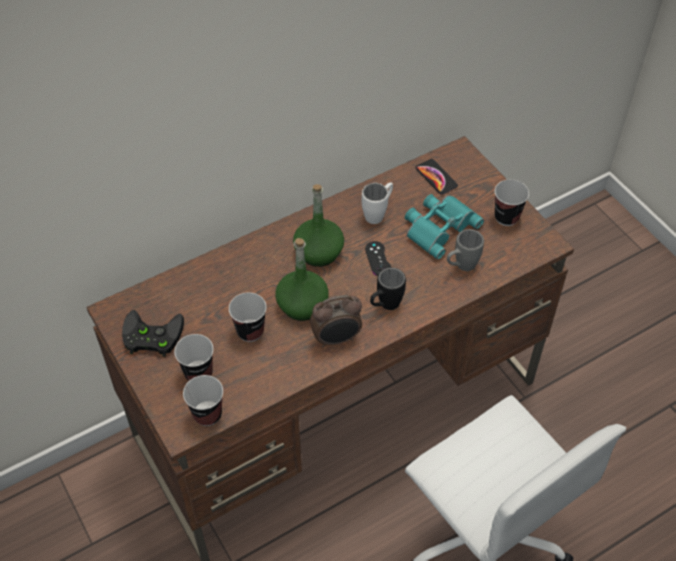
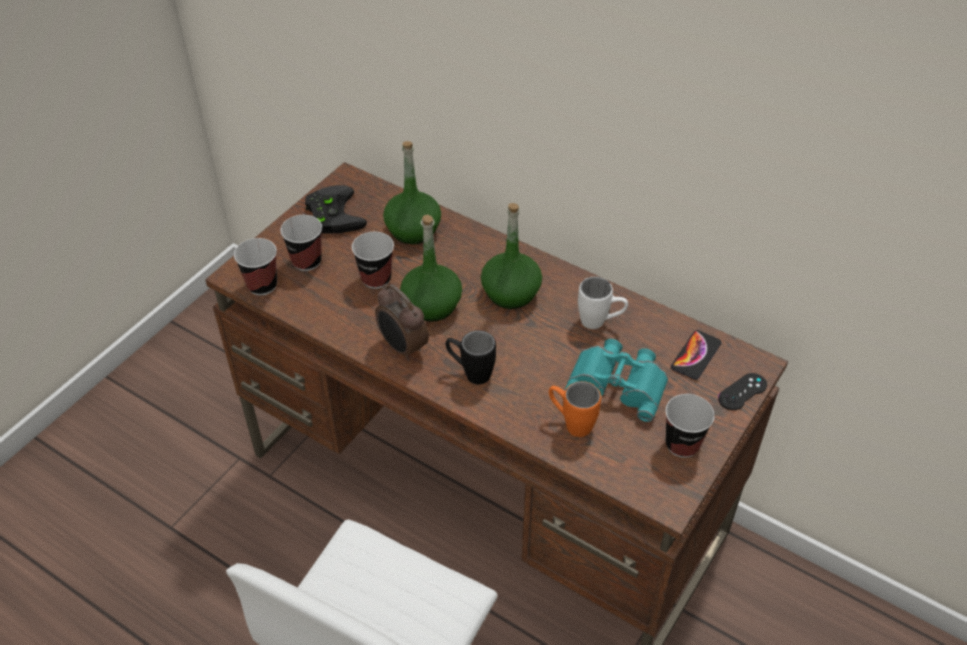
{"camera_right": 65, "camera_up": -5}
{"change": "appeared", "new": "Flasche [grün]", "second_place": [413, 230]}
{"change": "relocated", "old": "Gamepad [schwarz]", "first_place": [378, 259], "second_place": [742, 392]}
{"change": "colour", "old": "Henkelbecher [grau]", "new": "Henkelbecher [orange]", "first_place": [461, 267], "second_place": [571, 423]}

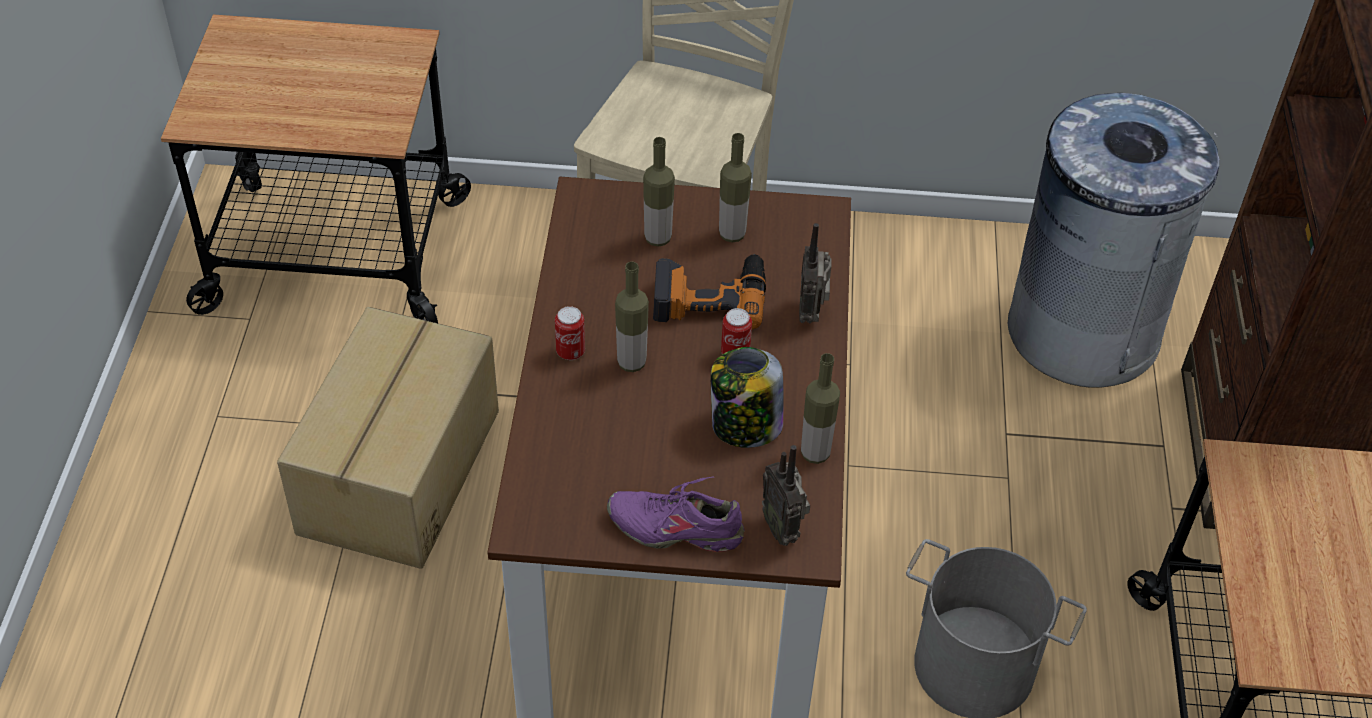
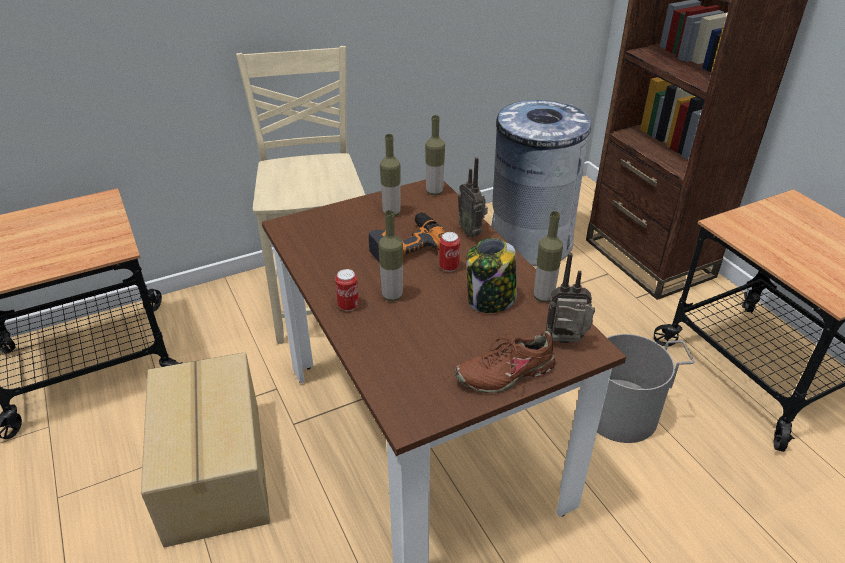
{"camera_right": -30, "camera_up": -10}
{"change": "relocated", "old": "Flasche", "first_place": [658, 238], "second_place": [434, 192]}
{"change": "colour", "old": "Schuh [lila]", "new": "Schuh [braun]", "first_place": [676, 527], "second_place": [505, 373]}
{"change": "spun", "old": "Radio", "first_place": [783, 528], "second_place": [566, 343], "degrees": 150}

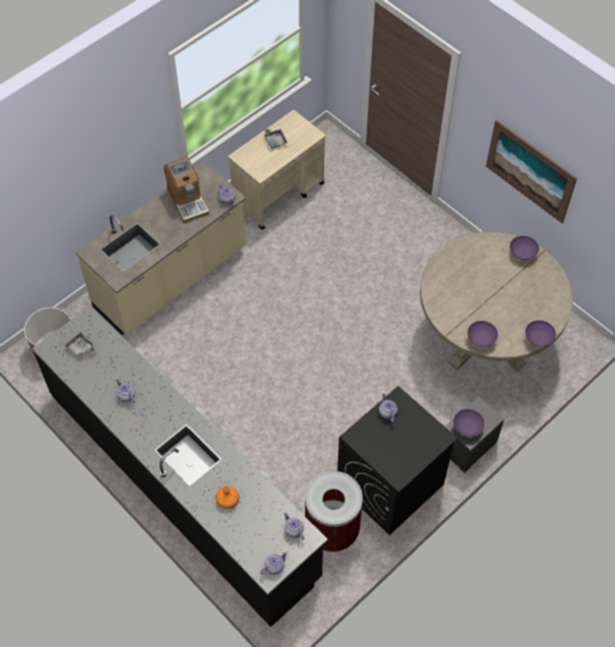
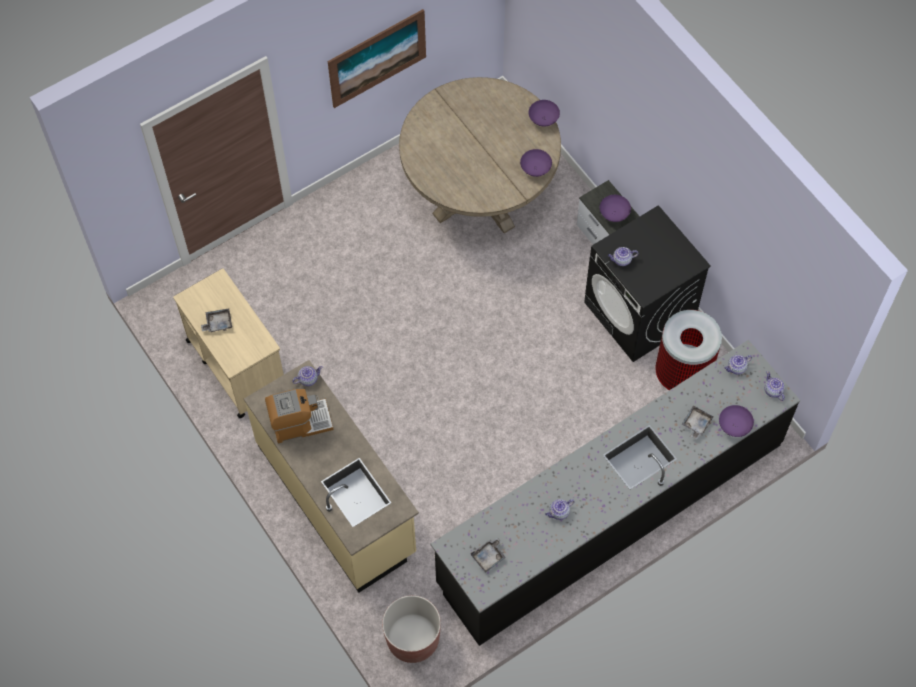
{"camera_right": -80, "camera_up": 5}
{"change": "relocated", "old": "Schüssel [lila]", "first_place": [522, 254], "second_place": [734, 426]}
{"change": "exchanged", "old": "Flasche [orange]", "new": "Tablett [grau]", "first_place": [227, 499], "second_place": [696, 424]}

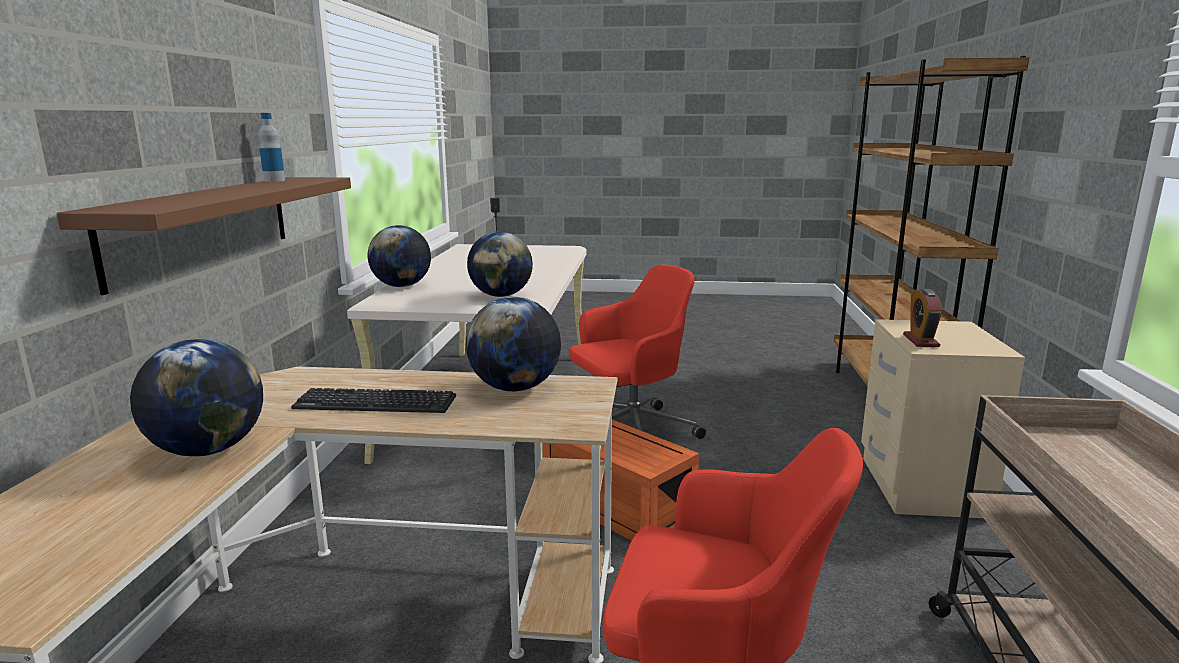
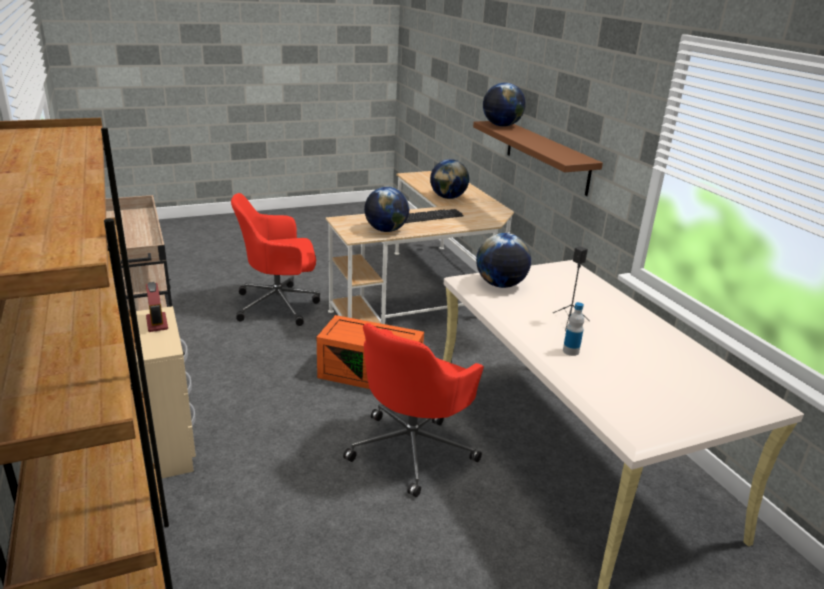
{"camera_right": 150, "camera_up": 10}
{"change": "relocated", "old": "Flasche", "first_place": [274, 180], "second_place": [570, 351]}
{"change": "relocated", "old": "Globus", "first_place": [402, 286], "second_place": [501, 126]}

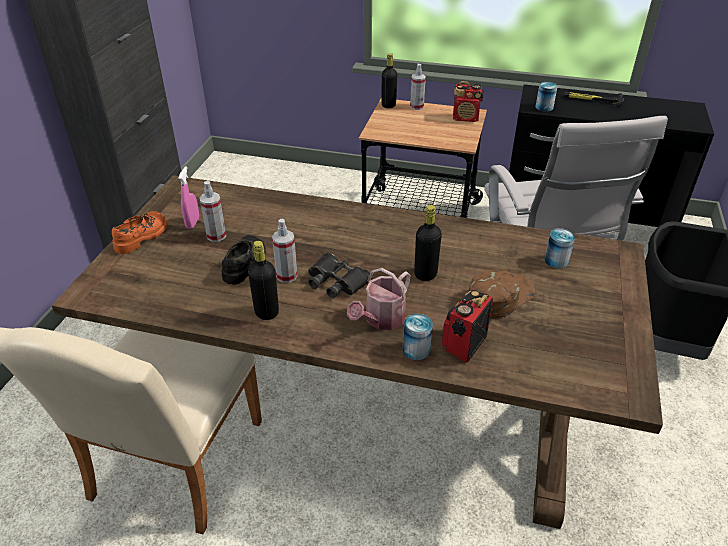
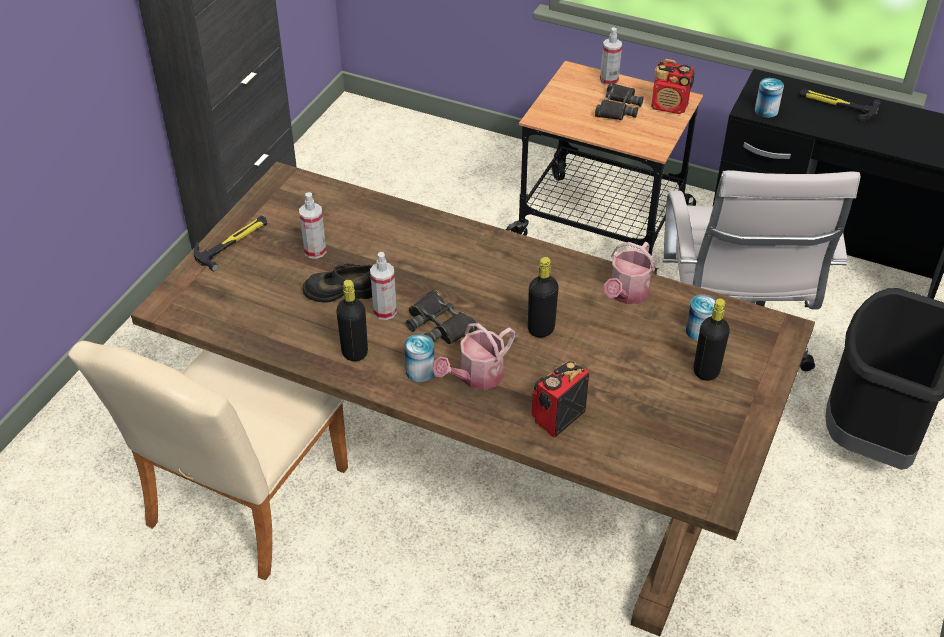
{"camera_right": 10, "camera_up": 5}
{"change": "missing", "old": "Sprühflasche [rosa]", "first_place": [192, 223]}
{"change": "missing", "old": "Kappe [braun]", "first_place": [499, 297]}
{"change": "appeared", "new": "Fernglas [schwarz]", "second_place": [618, 107]}
{"change": "appeared", "new": "Gießkanne", "second_place": [626, 294]}
{"change": "relocated", "old": "Flasche [schwarz]", "first_place": [388, 105], "second_place": [706, 371]}
{"change": "relocated", "old": "Dose", "first_place": [416, 350], "second_place": [420, 371]}
{"change": "exchanged", "old": "Schuh [orange]", "new": "Hammer", "first_place": [142, 237], "second_place": [232, 242]}
{"change": "spun", "old": "Schuh [schwarz]", "first_place": [244, 264], "second_place": [341, 290], "degrees": -120}

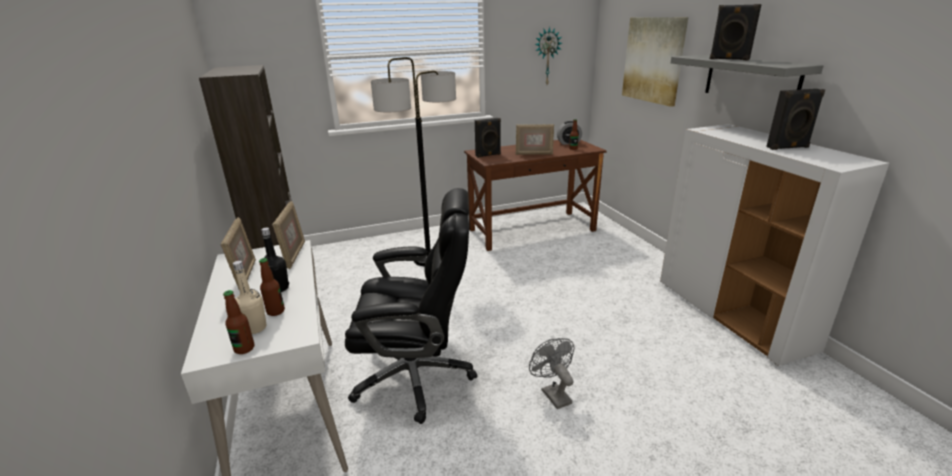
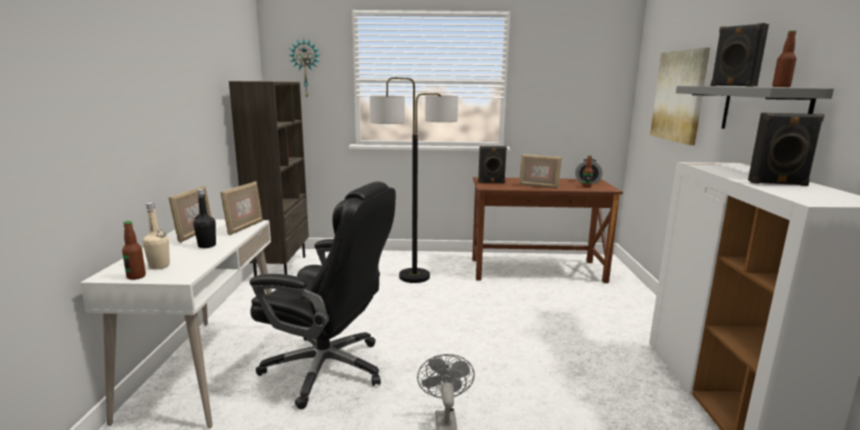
{"camera_right": 20, "camera_up": -10}
{"change": "relocated", "old": "Flasche", "first_place": [276, 311], "second_place": [781, 87]}
{"change": "relocated", "old": "Wanduhr", "first_place": [547, 57], "second_place": [305, 68]}

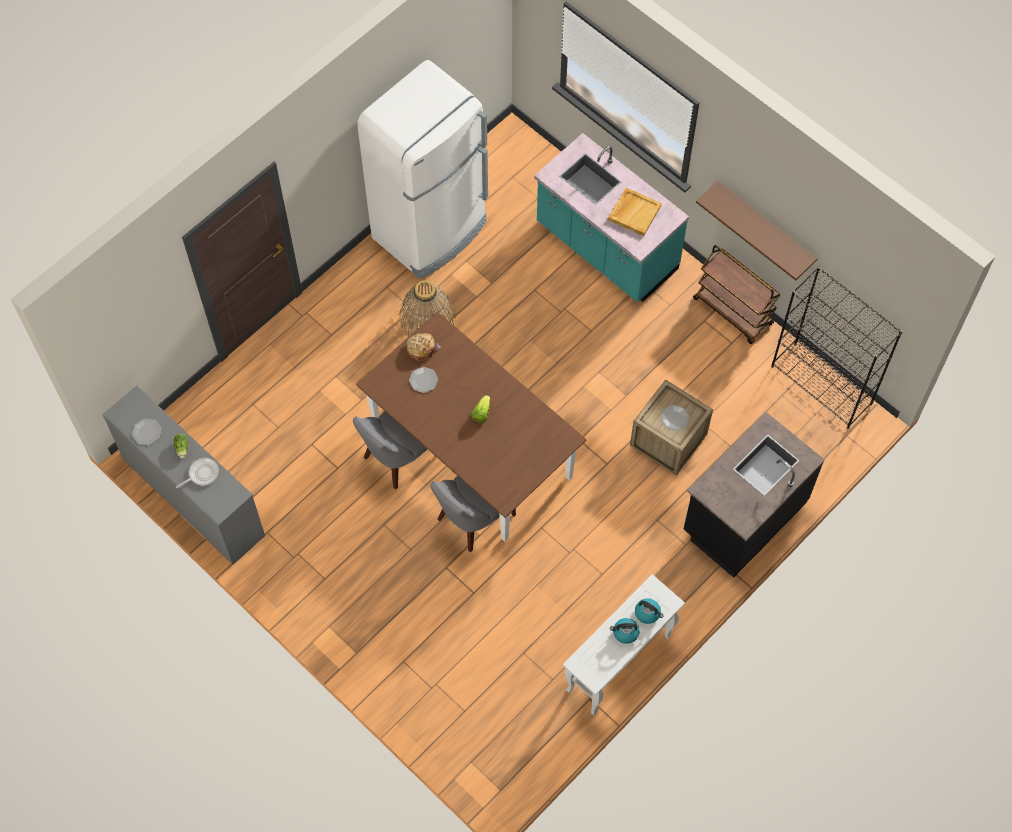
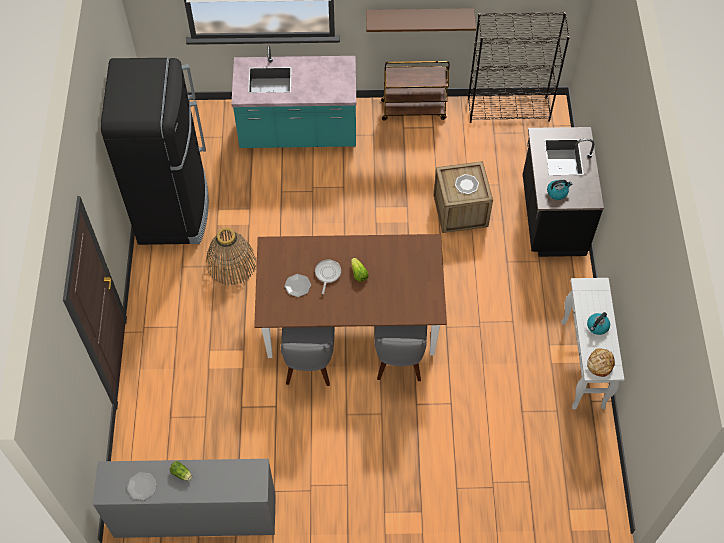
{"camera_right": -45, "camera_up": -5}
{"change": "missing", "old": "Tablett [beige]", "first_place": [634, 212]}
{"change": "relocated", "old": "Pfanne", "first_place": [202, 474], "second_place": [327, 274]}
{"change": "relocated", "old": "Brot", "first_place": [421, 348], "second_place": [600, 364]}
{"change": "relocated", "old": "Wasserkessel", "first_place": [648, 613], "second_place": [557, 192]}
{"change": "colour", "old": "Kühlschrank [weiß]", "new": "Kühlschrank [schwarz]", "first_place": [431, 230], "second_place": [173, 209]}

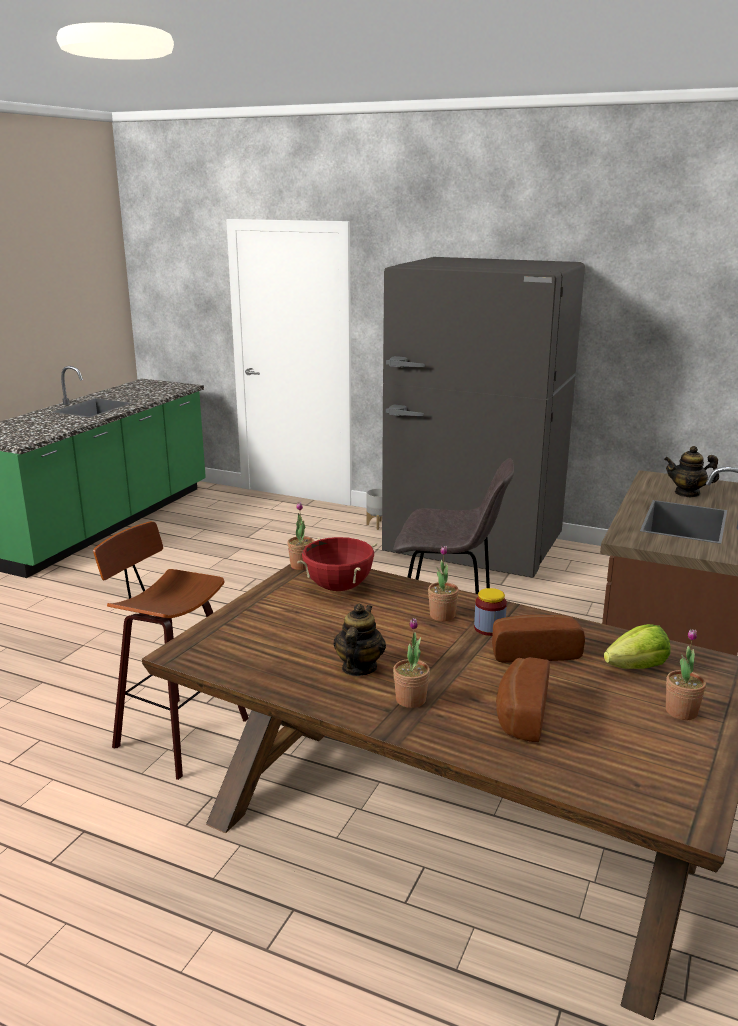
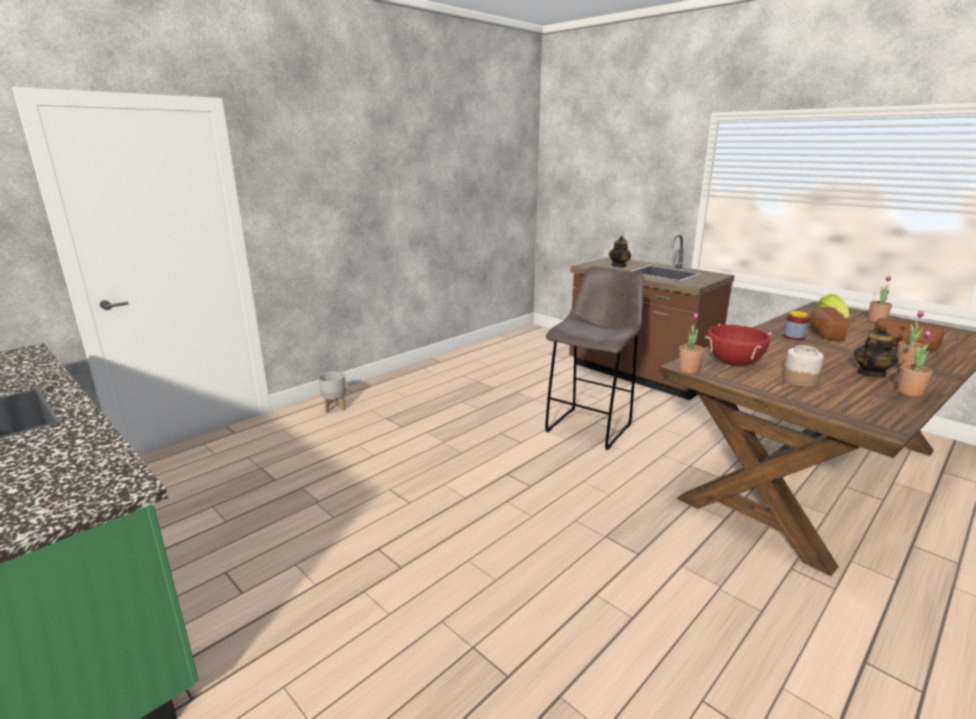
{"camera_right": -70, "camera_up": 0}
{"change": "missing", "old": "Hocker", "first_place": [176, 733]}
{"change": "missing", "old": "Kühlschrank [grau]", "first_place": [473, 549]}
{"change": "appeared", "new": "Vorratsglas", "second_place": [799, 380]}
{"change": "relocated", "old": "Topfpflanze", "first_place": [442, 615], "second_place": [909, 392]}
{"change": "spun", "old": "Teekanne", "first_place": [358, 668], "second_place": [870, 373], "degrees": 105}

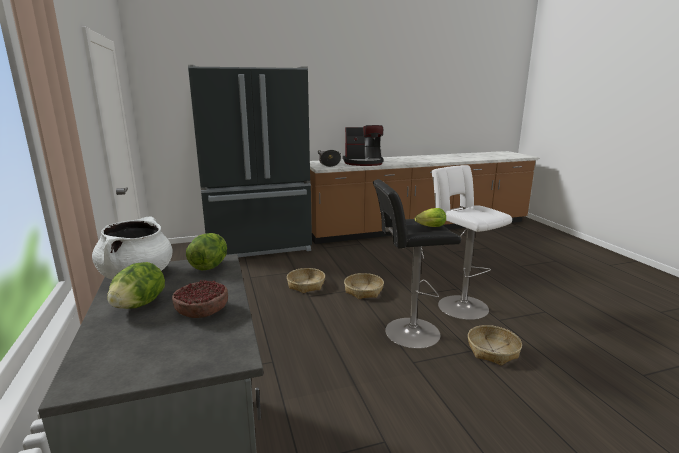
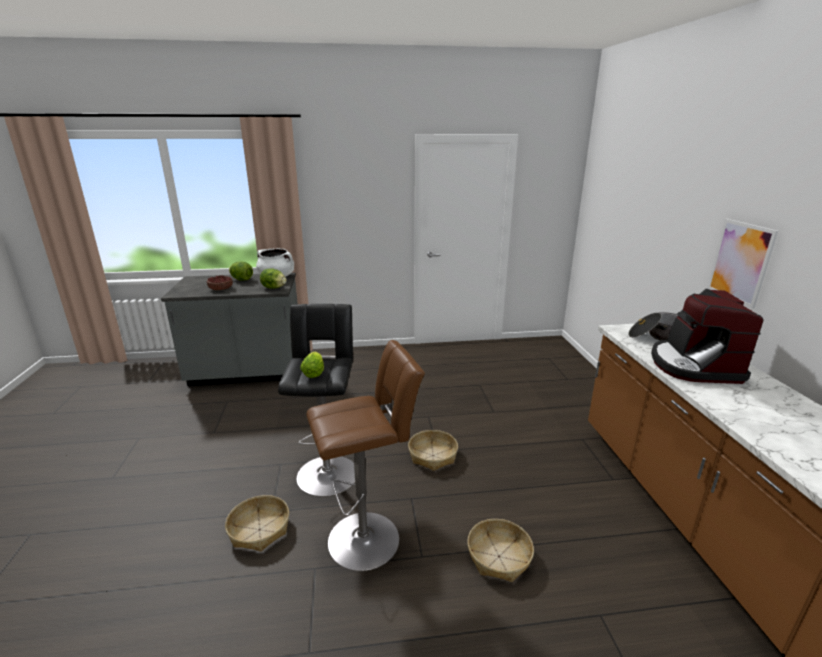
{"camera_right": 100, "camera_up": 5}
{"change": "missing", "old": "Kühlschrank [schwarz]", "first_place": [259, 246]}
{"change": "appeared", "new": "Bild", "second_place": [740, 262]}
{"change": "relocated", "old": "Korb", "first_place": [306, 285], "second_place": [499, 556]}
{"change": "colour", "old": "Hocker [weiß]", "new": "Hocker [braun]", "first_place": [460, 305], "second_place": [369, 538]}

